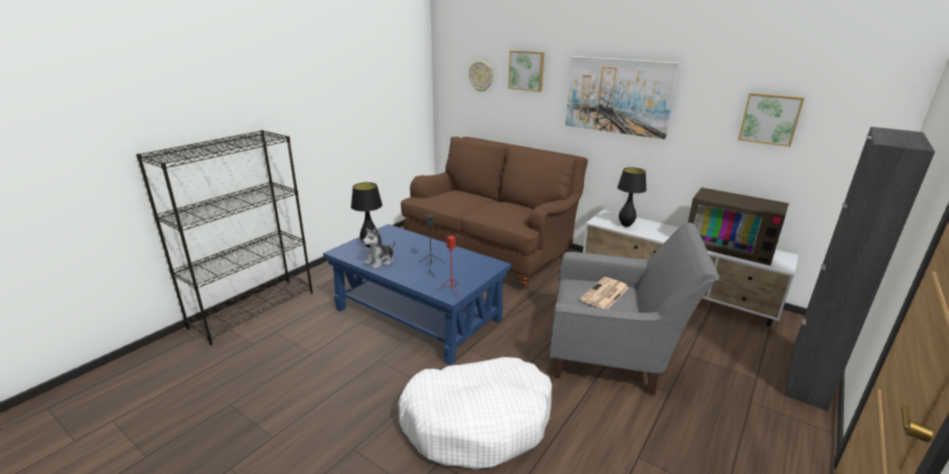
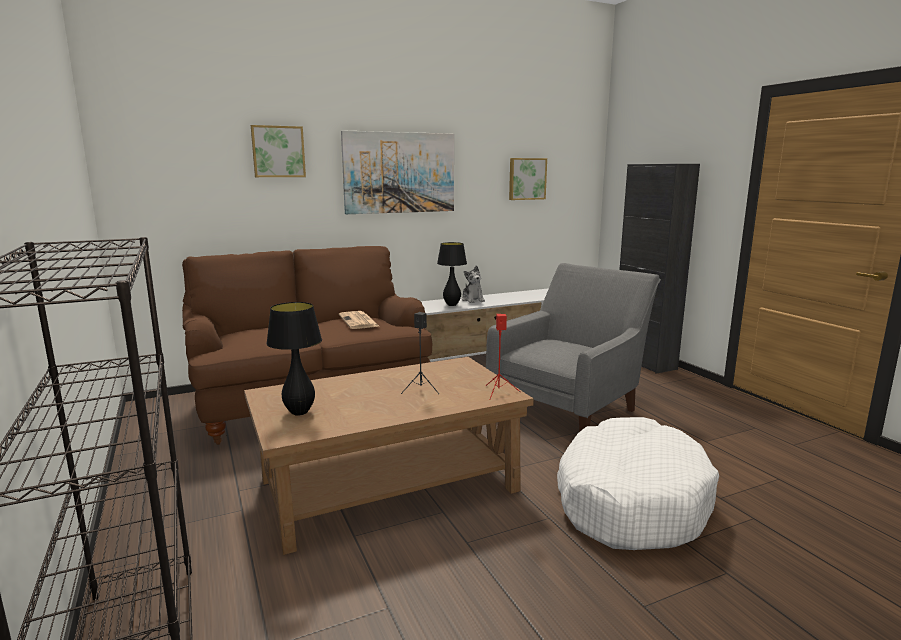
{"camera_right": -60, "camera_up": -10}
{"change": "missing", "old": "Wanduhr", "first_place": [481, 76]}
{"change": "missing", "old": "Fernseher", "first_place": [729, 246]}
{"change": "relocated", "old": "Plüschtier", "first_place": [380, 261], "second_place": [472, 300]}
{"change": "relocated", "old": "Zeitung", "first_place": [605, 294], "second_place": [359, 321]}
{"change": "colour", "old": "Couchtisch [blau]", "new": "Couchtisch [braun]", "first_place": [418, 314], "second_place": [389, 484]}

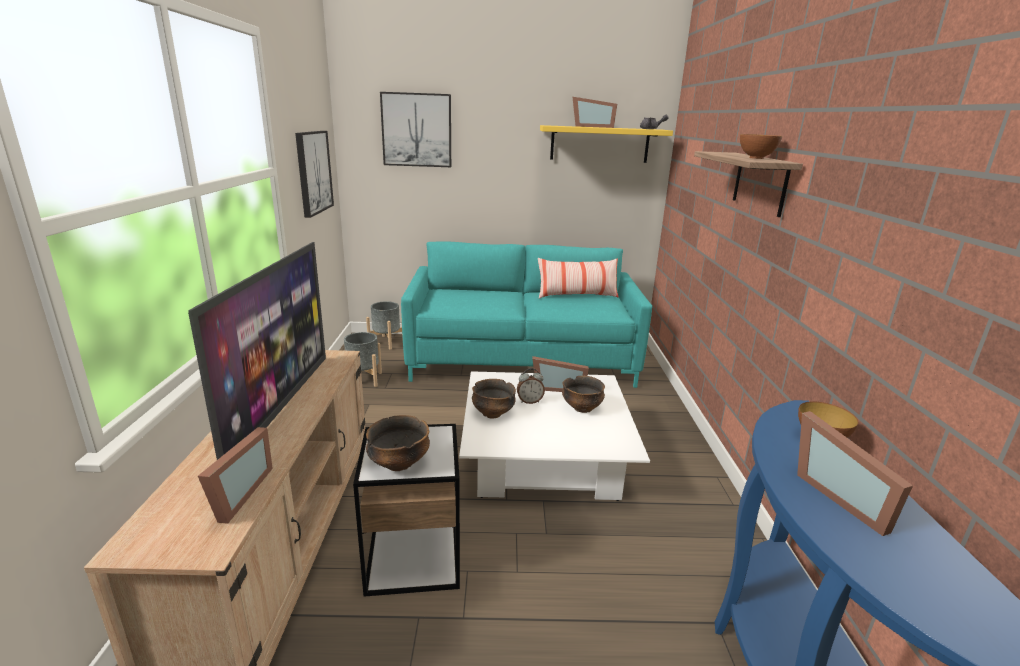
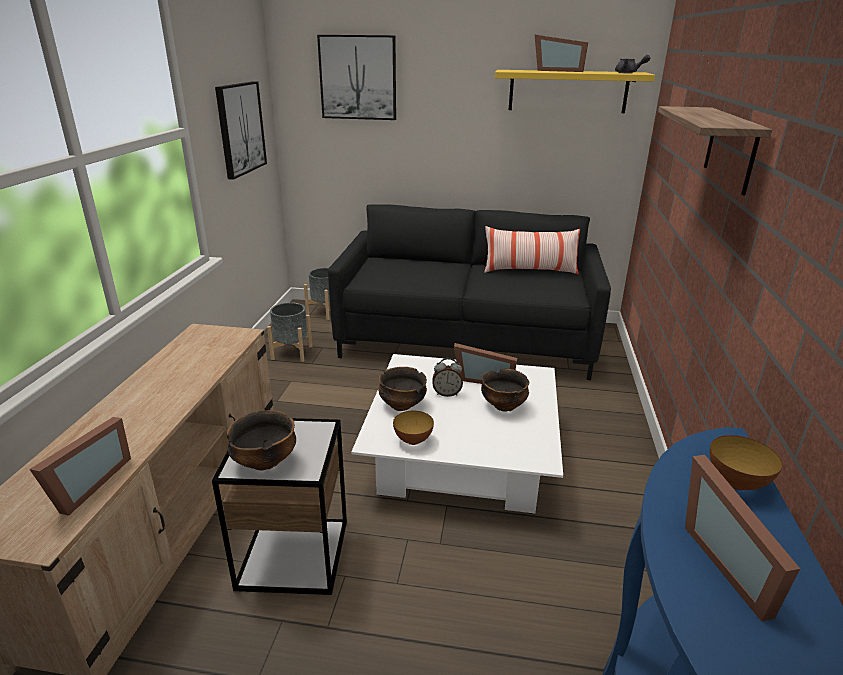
{"camera_right": 10, "camera_up": 5}
{"change": "missing", "old": "Fernseher", "first_place": [280, 406]}
{"change": "relocated", "old": "Schüssel", "first_place": [756, 158], "second_place": [413, 440]}
{"change": "colour", "old": "Sofa [türkis]", "new": "Sofa [schwarz]", "first_place": [522, 360], "second_place": [466, 340]}

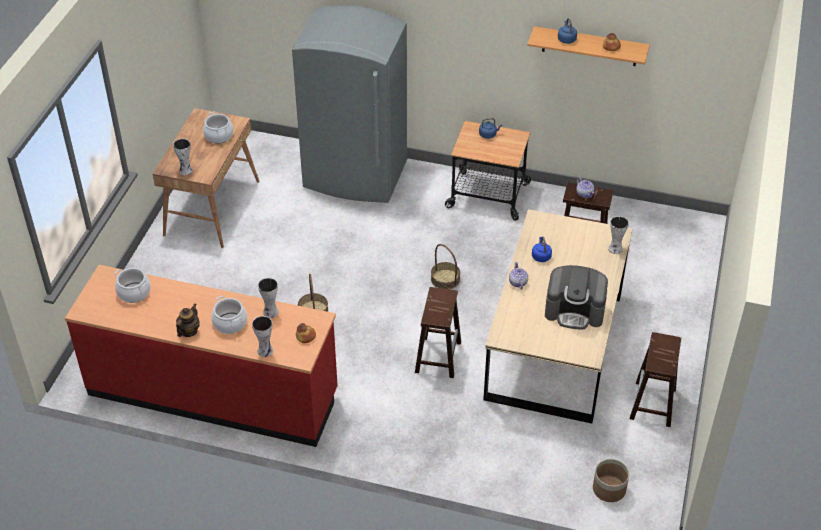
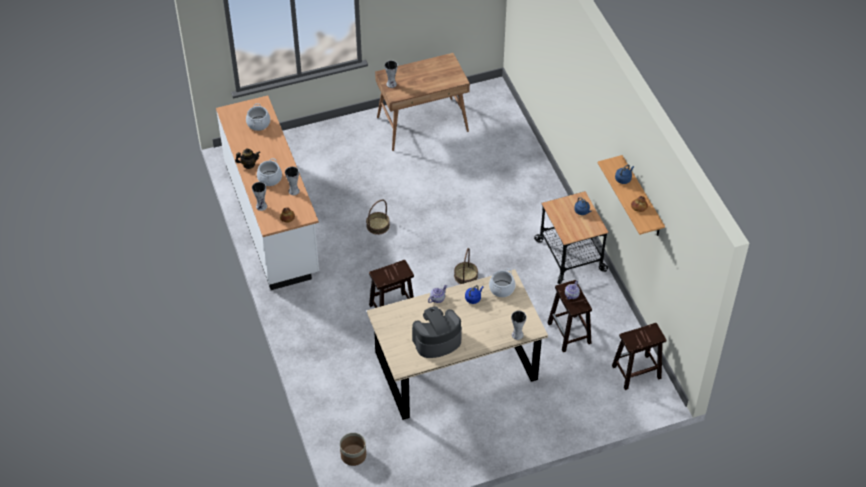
{"camera_right": 55, "camera_up": 5}
{"change": "missing", "old": "Kühlschrank [grau]", "first_place": [355, 176]}
{"change": "relocated", "old": "Kochtopf", "first_place": [218, 136], "second_place": [501, 289]}
{"change": "relocated", "old": "Hocker [braun]", "first_place": [653, 404], "second_place": [635, 372]}
{"change": "colour", "old": "Küchenzeile [rot]", "new": "Küchenzeile [weiß]", "first_place": [213, 393], "second_place": [272, 219]}
{"change": "spun", "old": "Kaffeemaschine", "first_place": [575, 311], "second_place": [436, 341], "degrees": 90}

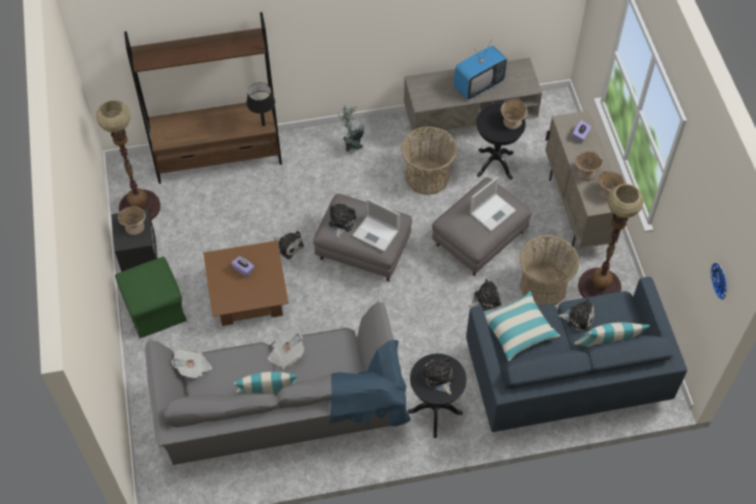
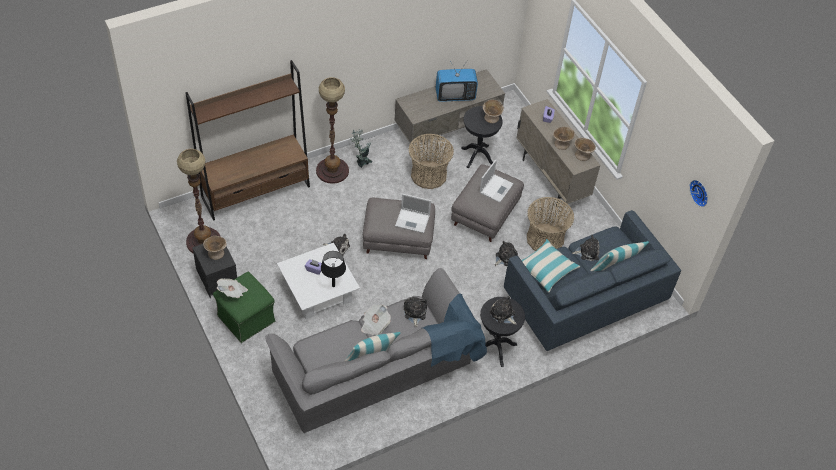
{"camera_right": -20, "camera_up": -5}
{"change": "relocated", "old": "Zeitung", "first_place": [193, 368], "second_place": [232, 292]}
{"change": "relocated", "old": "Tischlampe [schwarz]", "first_place": [263, 125], "second_place": [333, 286]}
{"change": "relocated", "old": "Plüschtier", "first_place": [341, 222], "second_place": [414, 313]}
{"change": "relocated", "old": "Stehlampe", "first_place": [599, 286], "second_place": [332, 170]}
{"change": "colour", "old": "Couchtisch [braun]", "new": "Couchtisch [weiß]", "first_place": [248, 295], "second_place": [318, 291]}
{"change": "spun", "old": "Fernseher", "first_place": [478, 85], "second_place": [455, 95], "degrees": 45}

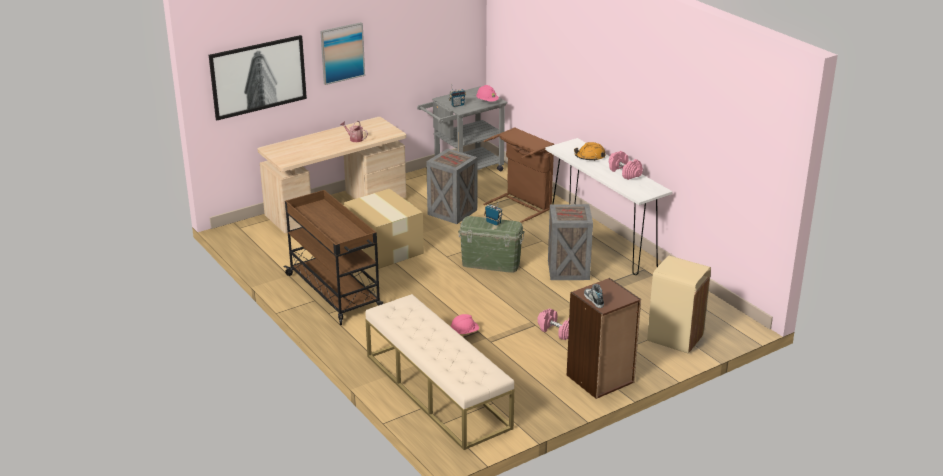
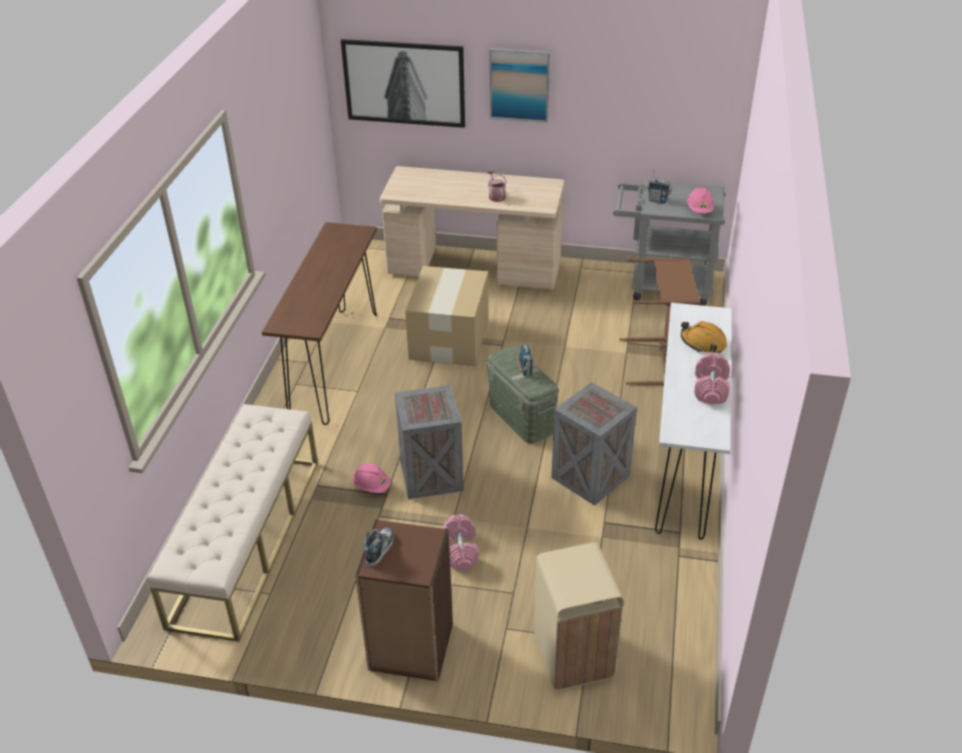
{"camera_right": 45, "camera_up": 10}
{"change": "relocated", "old": "Kiste", "first_place": [452, 212], "second_place": [430, 476]}
{"change": "exchanged", "old": "Rollwagen [braun]", "new": "Konsolentisch [braun]", "first_place": [335, 293], "second_place": [334, 364]}

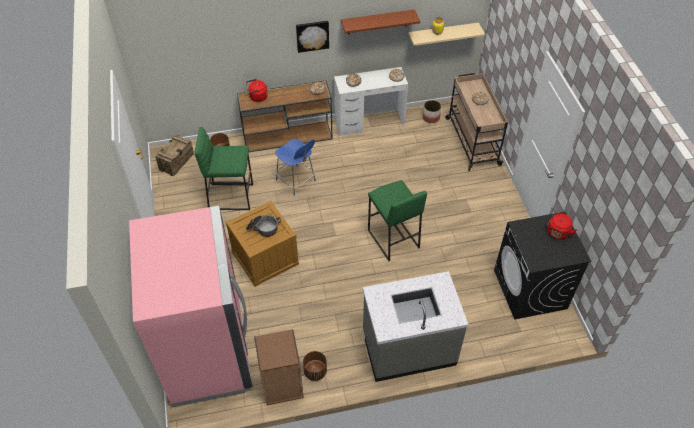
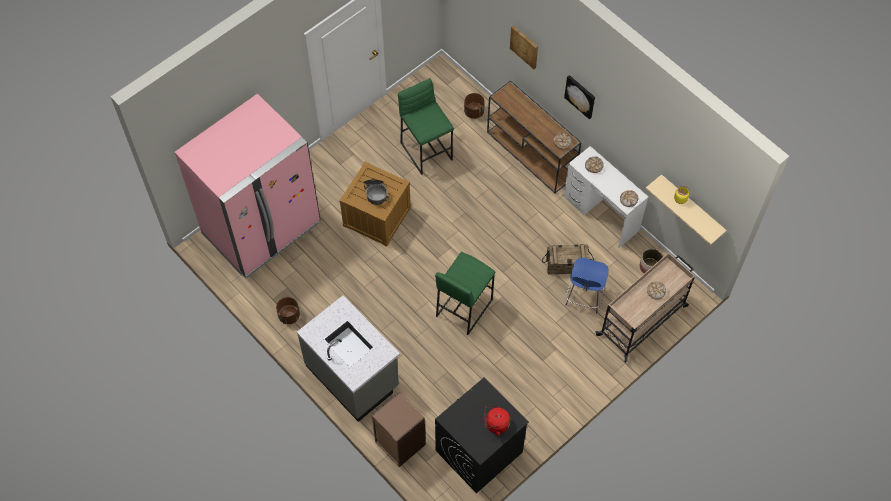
{"camera_right": 60, "camera_up": 10}
{"change": "missing", "old": "Wasserkessel [rot]", "first_place": [257, 97]}
{"change": "missing", "old": "Wandregal [braun]", "first_place": [377, 22]}
{"change": "appeared", "new": "Bild", "second_place": [524, 46]}
{"change": "relocated", "old": "Kiste", "first_place": [176, 162], "second_place": [567, 265]}
{"change": "relocated", "old": "Bücherregal [braun]", "first_place": [282, 385], "second_place": [399, 443]}
{"change": "relocated", "old": "Stuhl [blau]", "first_place": [296, 181], "second_place": [584, 297]}

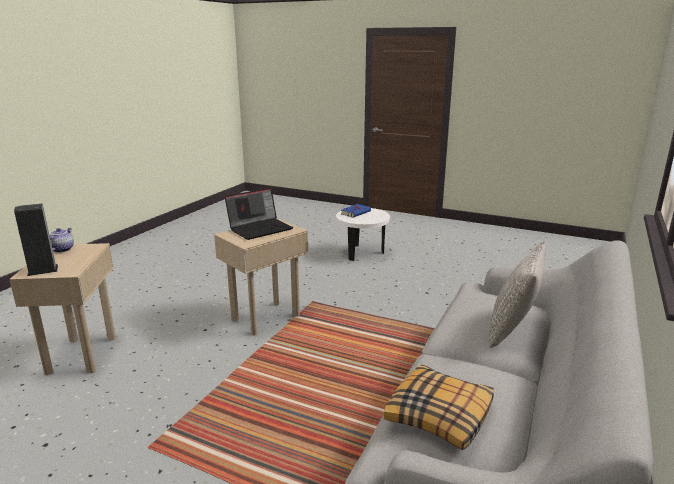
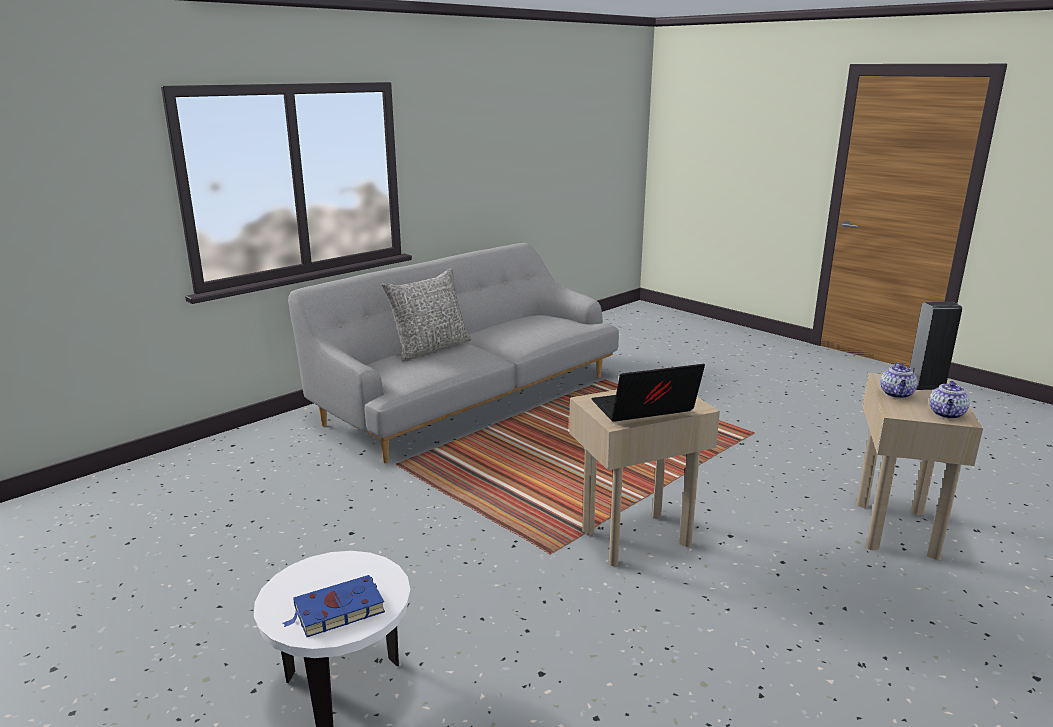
{"camera_right": -160, "camera_up": 0}
{"change": "missing", "old": "Kissen", "first_place": [440, 415]}
{"change": "appeared", "new": "Teekanne", "second_place": [897, 394]}

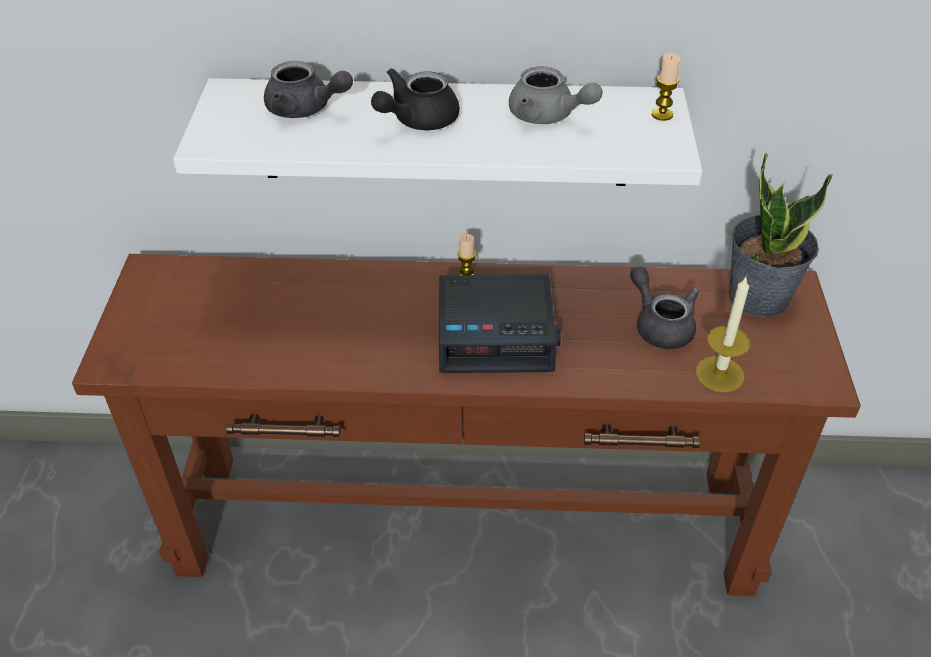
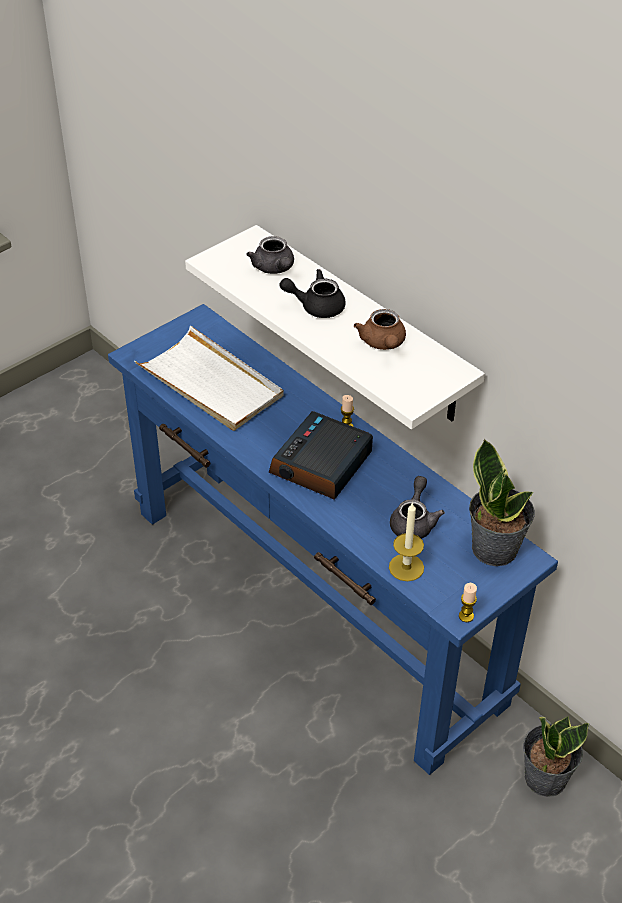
{"camera_right": 45, "camera_up": 0}
{"change": "appeared", "new": "Tablett [weiß]", "second_place": [210, 383]}
{"change": "appeared", "new": "Topfpflanze", "second_place": [545, 777]}
{"change": "relocated", "old": "Kerze", "first_place": [662, 114], "second_place": [466, 616]}
{"change": "colour", "old": "Konsolentisch [braun]", "new": "Konsolentisch [blau]", "first_place": [465, 524], "second_place": [313, 604]}
{"change": "colour", "old": "Teekanne [grau]", "new": "Teekanne [braun]", "first_place": [548, 116], "second_place": [383, 344]}
{"change": "spun", "old": "Wecker", "first_place": [496, 334], "second_place": [321, 464], "degrees": 75}

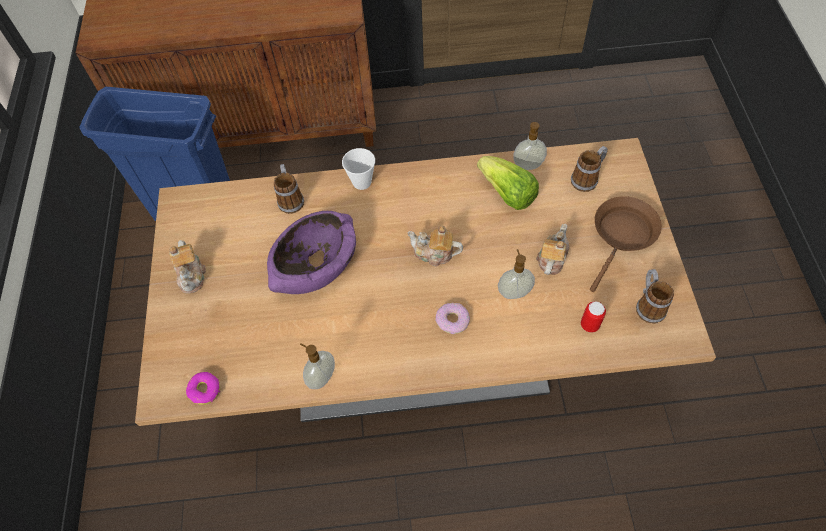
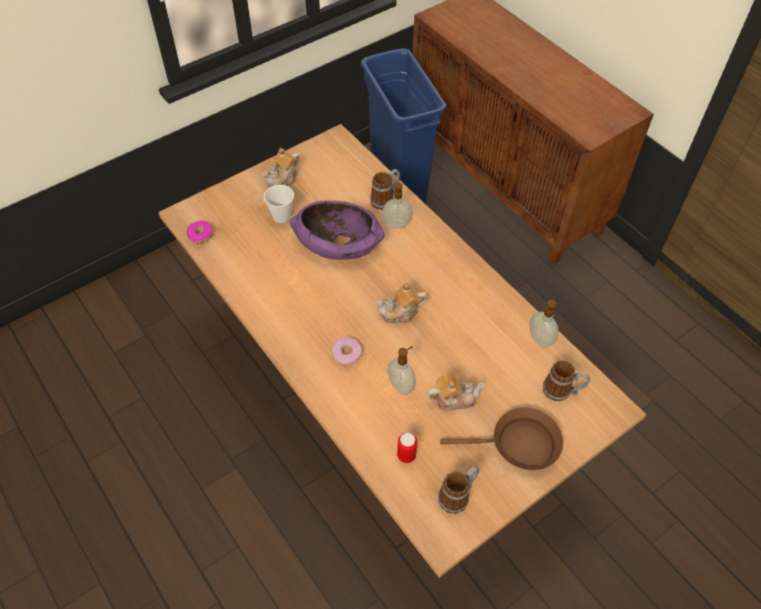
{"camera_right": 55, "camera_up": -5}
{"change": "missing", "old": "Salatkopf", "first_place": [507, 193]}
{"change": "relocated", "old": "Seifenspender", "first_place": [321, 377], "second_place": [397, 223]}
{"change": "relocated", "old": "Tasse", "first_place": [362, 182], "second_place": [281, 216]}
{"change": "spun", "old": "Teekanne", "first_place": [434, 253], "second_place": [400, 313], "degrees": -90}

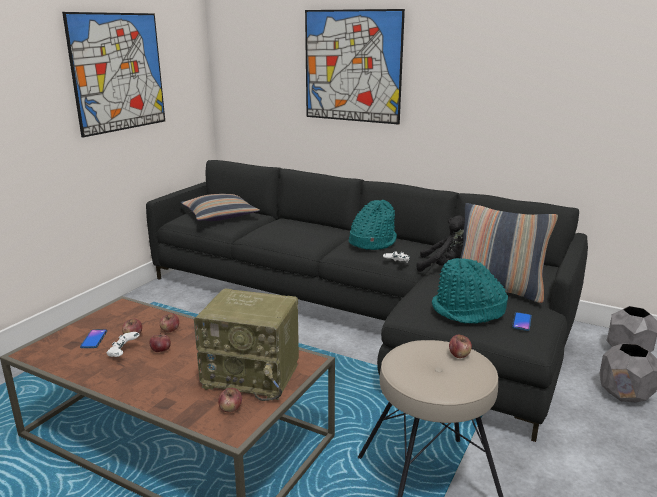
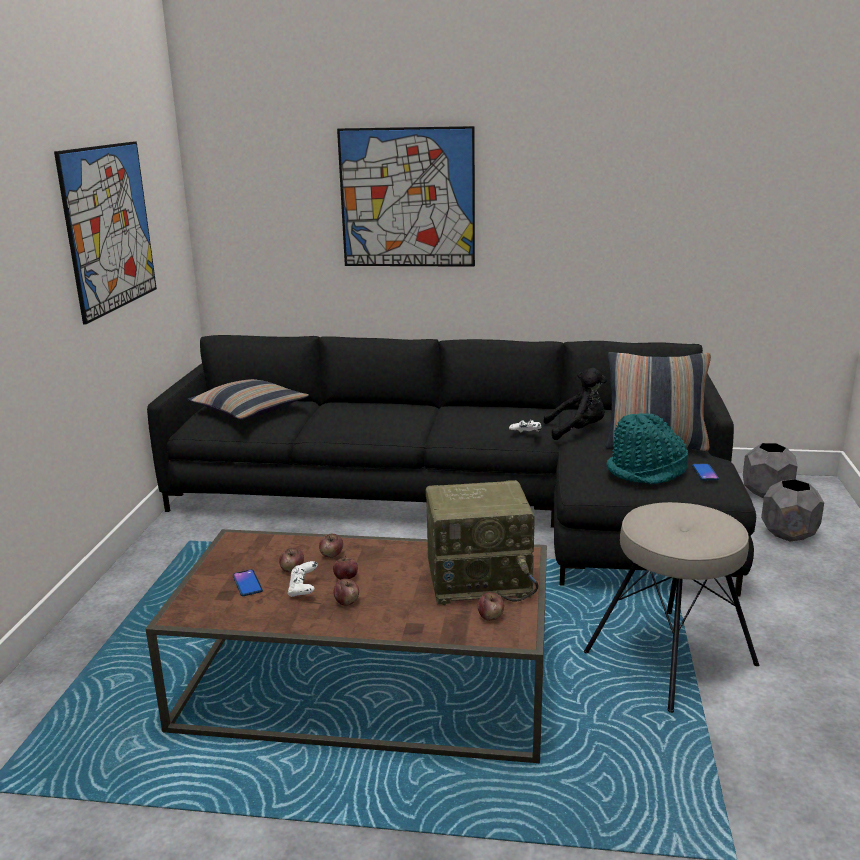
{"camera_right": -20, "camera_up": 0}
{"change": "missing", "old": "Hut [türkis]", "first_place": [372, 242]}
{"change": "relocated", "old": "Apfel", "first_place": [459, 355], "second_place": [347, 602]}

